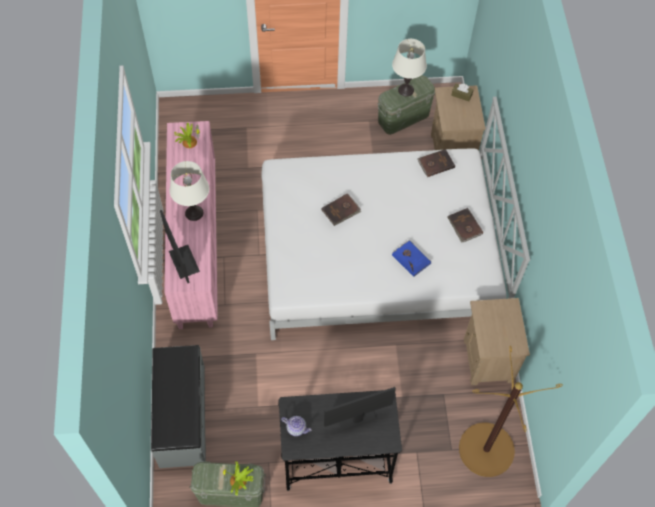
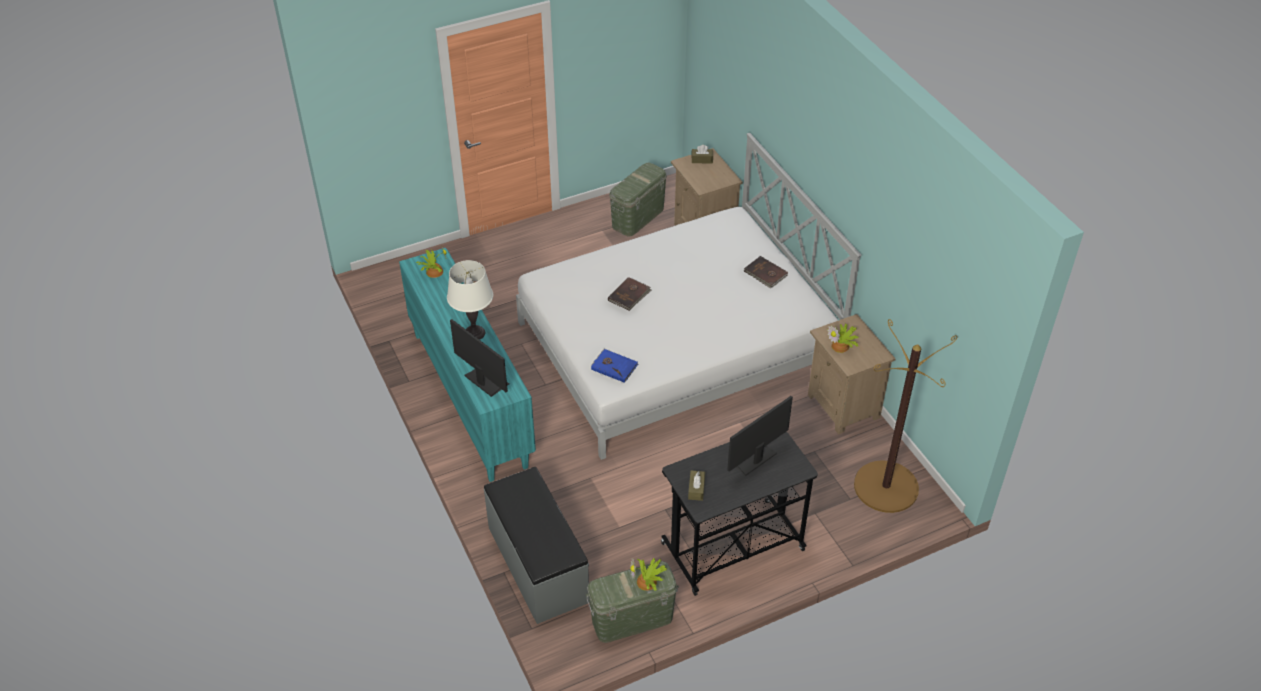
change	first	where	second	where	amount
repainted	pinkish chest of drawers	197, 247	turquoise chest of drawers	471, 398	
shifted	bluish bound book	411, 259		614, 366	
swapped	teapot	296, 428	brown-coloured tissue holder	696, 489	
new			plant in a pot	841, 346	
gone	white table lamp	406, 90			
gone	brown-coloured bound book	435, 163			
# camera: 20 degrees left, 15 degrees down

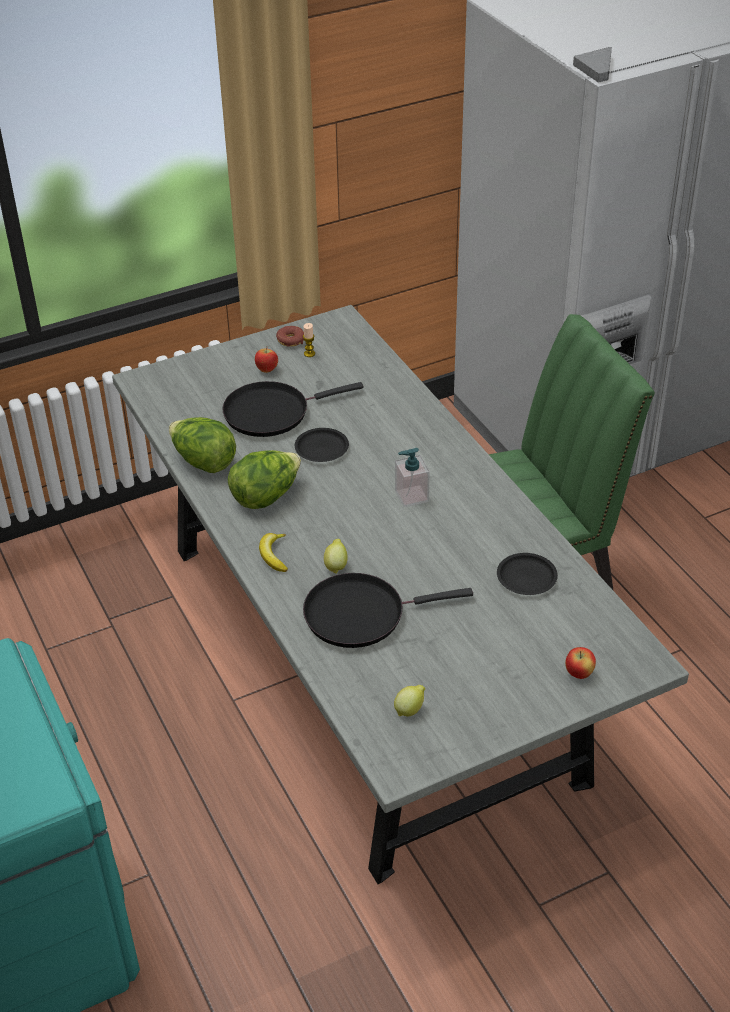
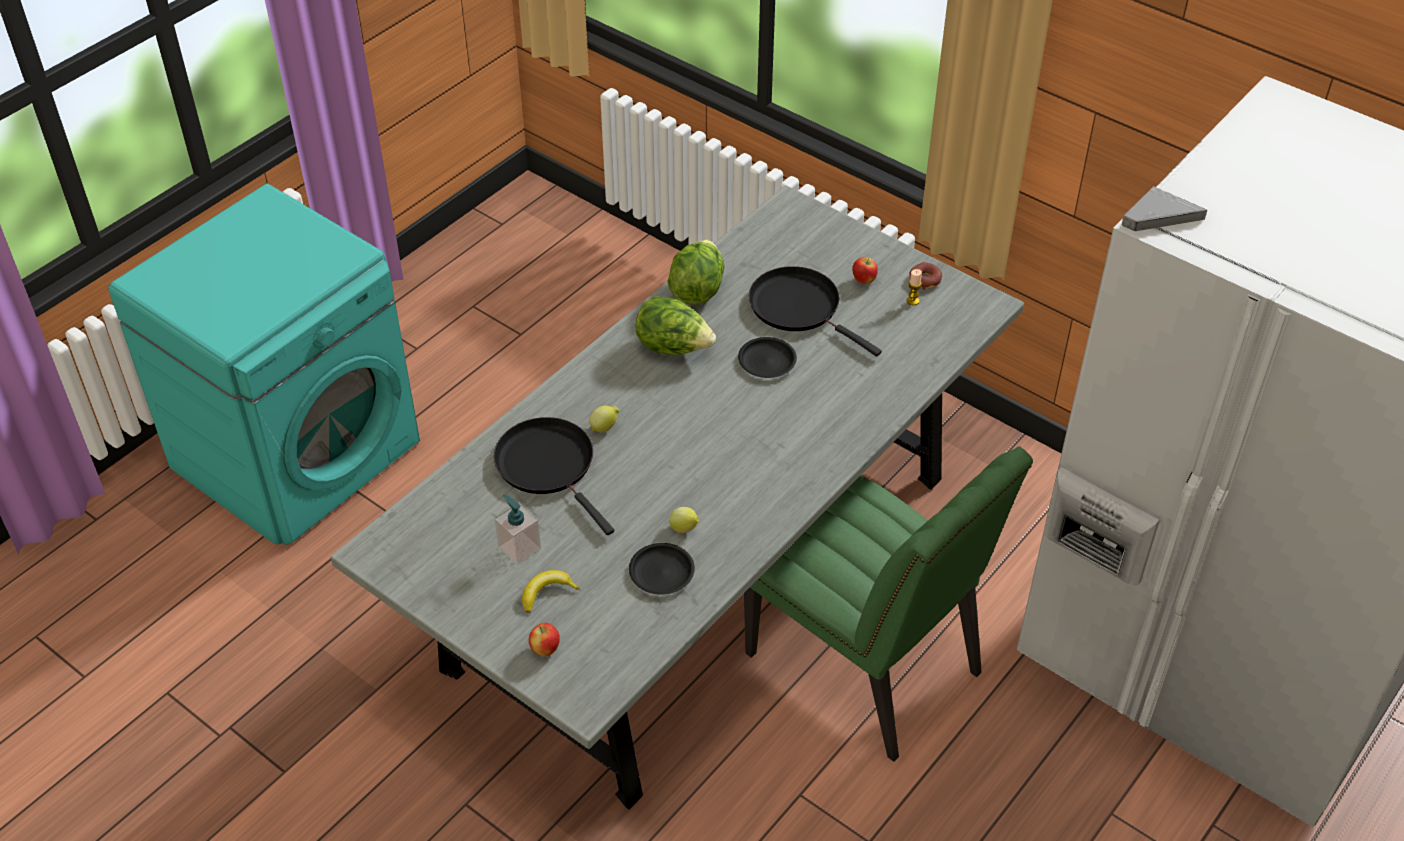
change	first	where	second	where	amount
shifted	liquid soap bottle	411, 496		519, 548	
shifted	banana fruit	274, 555		547, 593	
shifted	citrus fruit	410, 710		685, 529	
# camera: 65 degrees right, 5 degrees up

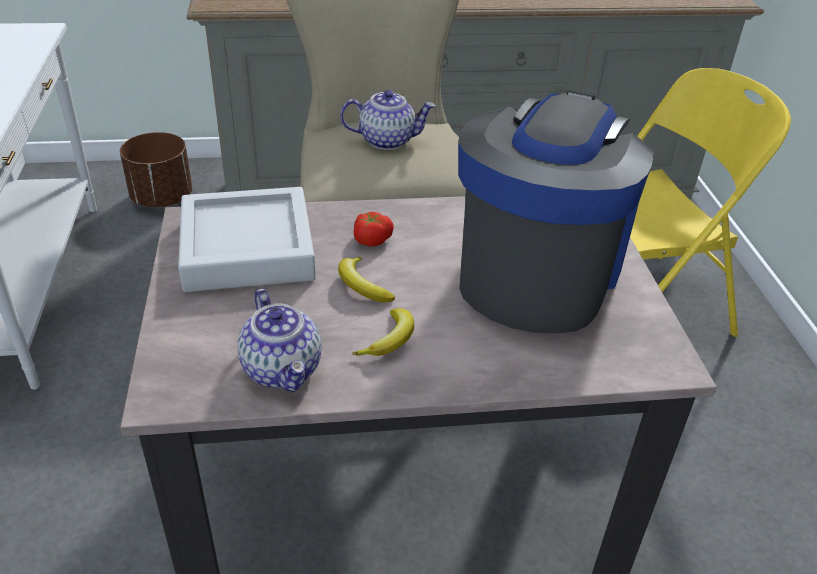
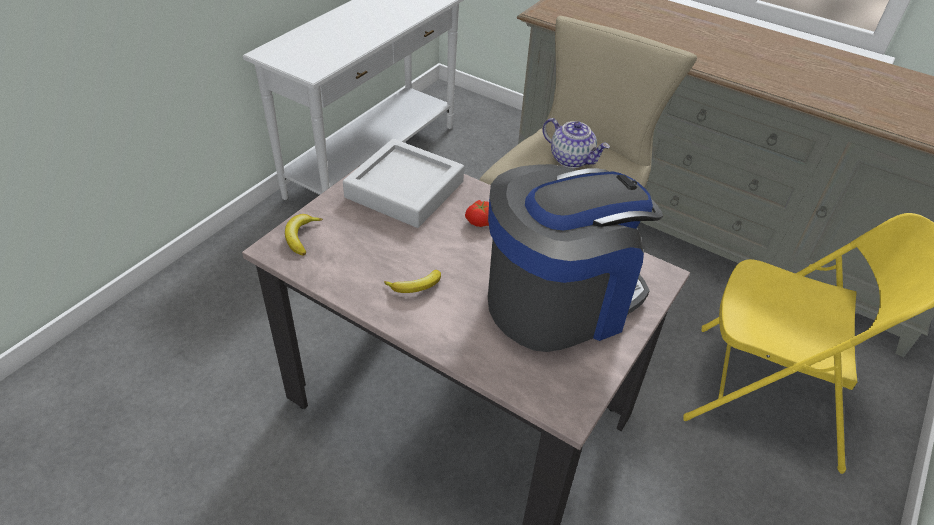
change	first	where	second	where	amount
shifted	banana fruit	362, 286		301, 237	
gone	brown-coloured plant pot	162, 198			
gone	teapot	283, 369			
# camera: 40 degrees right, 5 degrees up

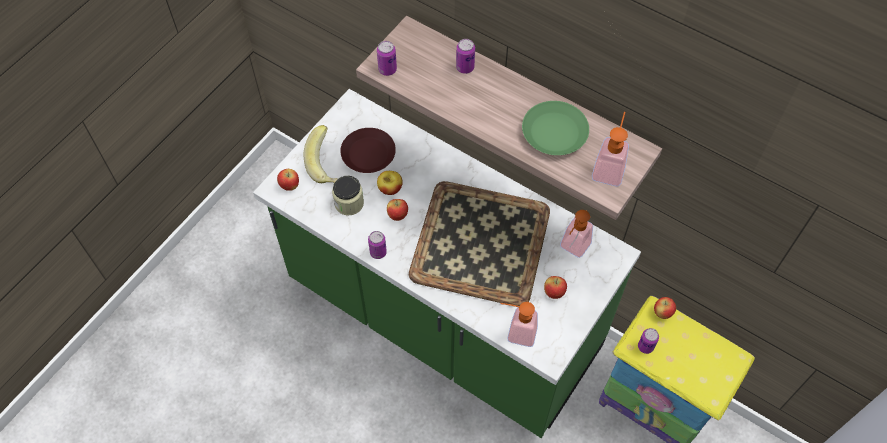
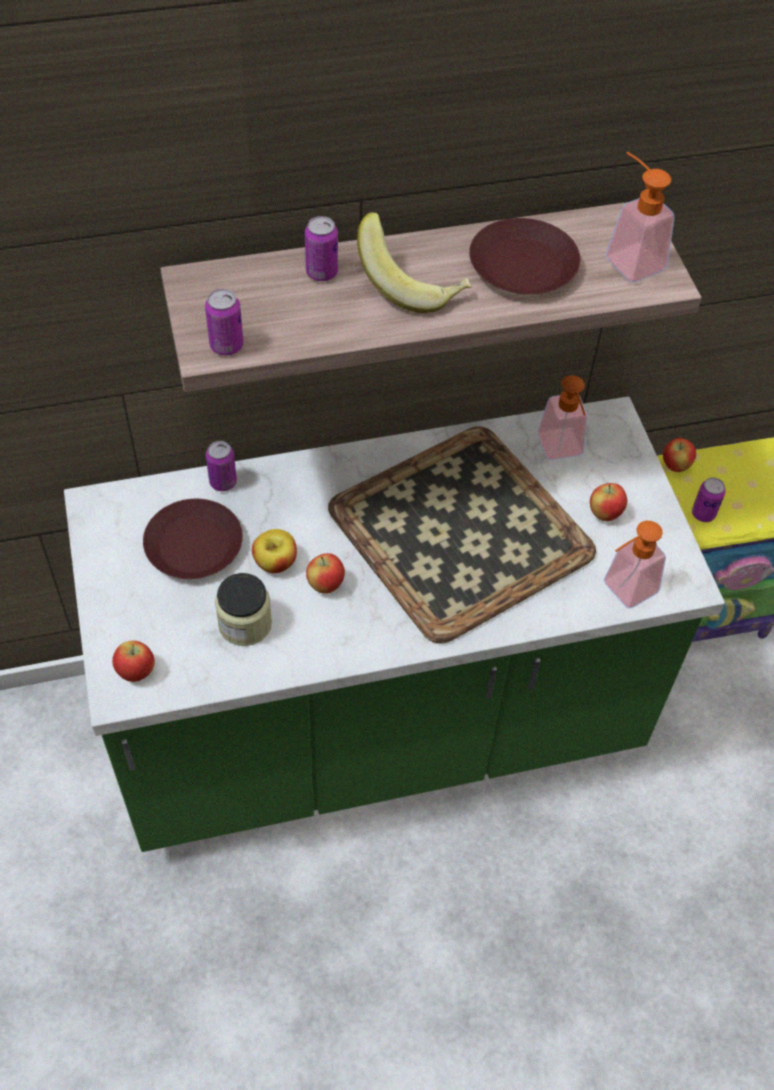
change	first	where	second	where	amount
shifted	can	378, 252		223, 482	
shifted	banana fruit	326, 165		412, 285	
repainted	green-coloured flat dish	554, 133	brown-coloured flat dish	523, 267	
# camera: 50 degrees left, 5 degrees down

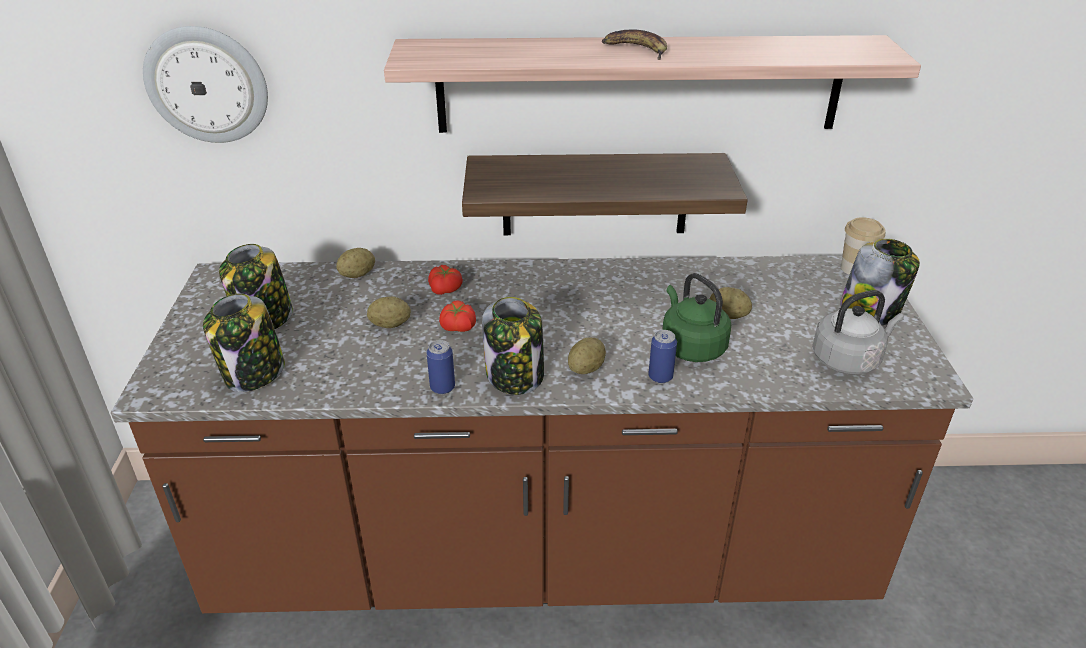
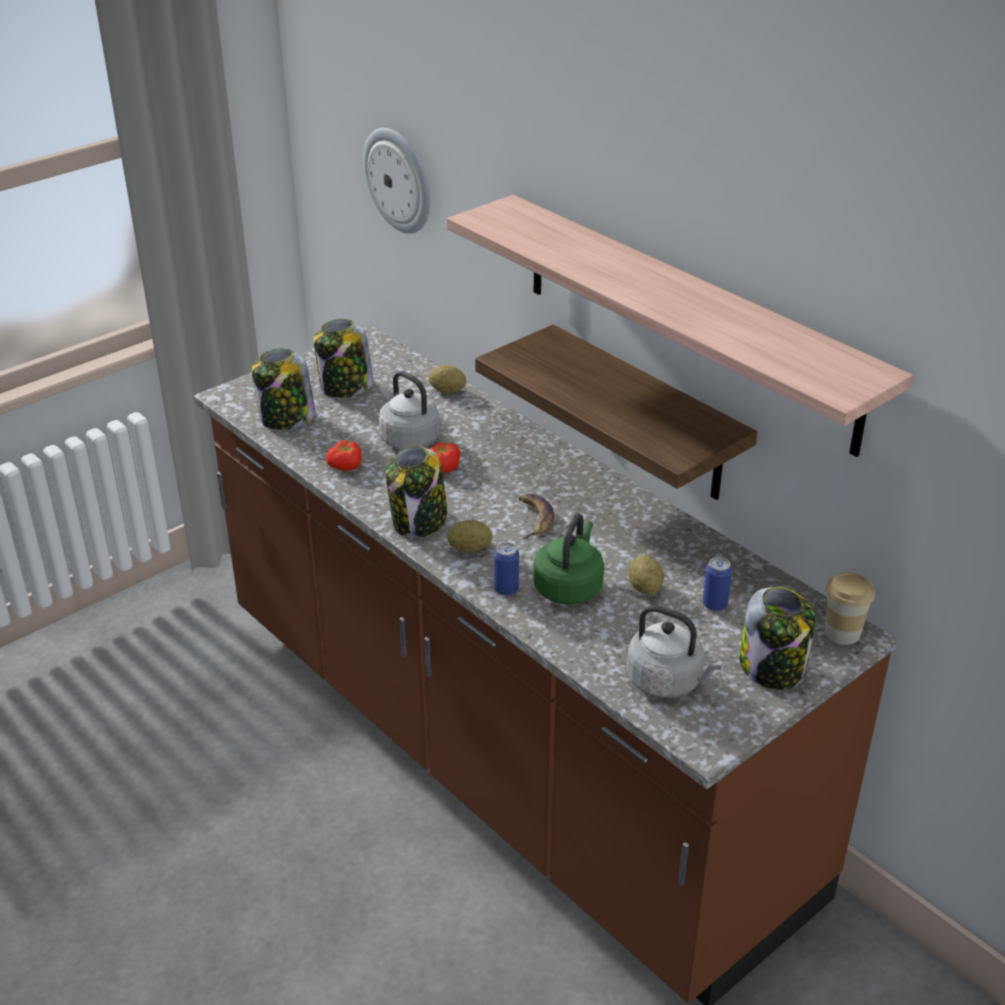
change	first	where	second	where	amount
shifted	fresh tomato	446, 290		346, 466	
swapped	spud	390, 325	gray tea kettle	407, 438	
shifted	banana fruit	635, 49		534, 518	
shifted	can	442, 387		715, 604	
# camera: 50 degrees right, 0 degrees up

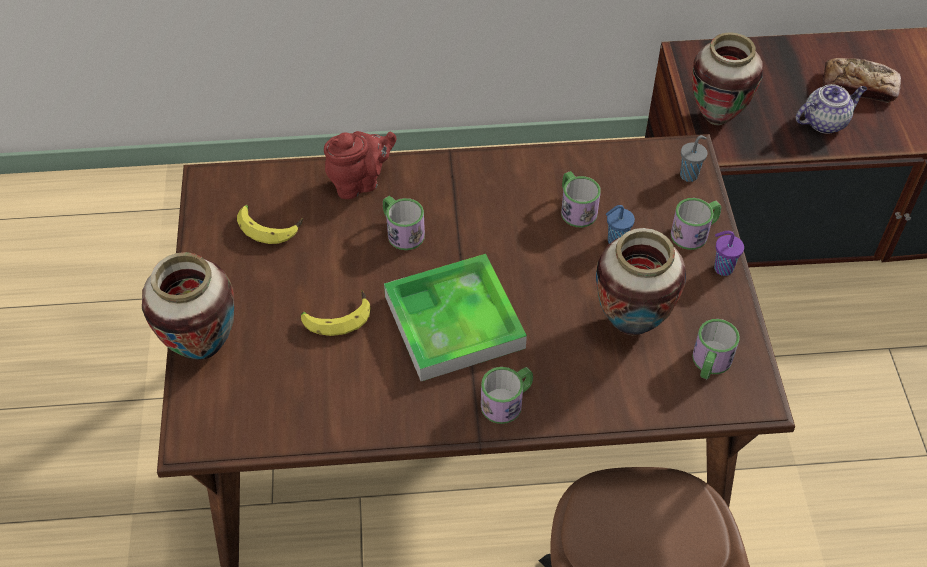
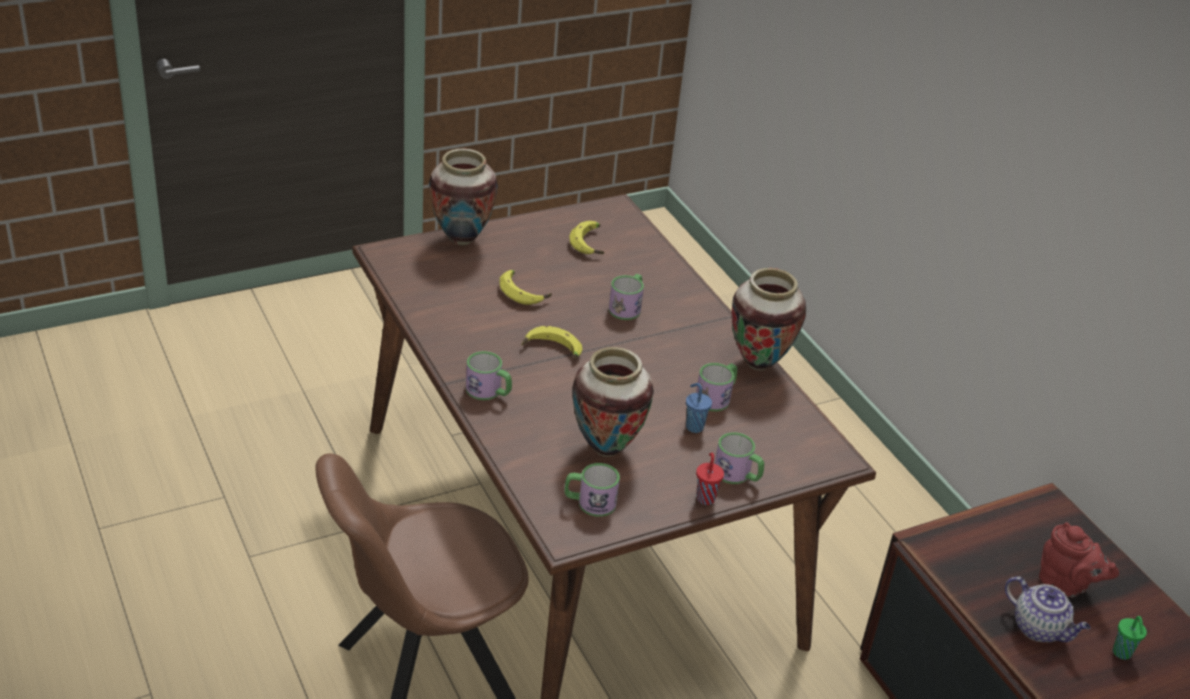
change	first	where	second	where	amount
swapped	tray	454, 322	banana fruit	552, 350	
repainted	purple small cup	722, 268	reddish small cup	705, 497	
shifted	flower vase	716, 118		758, 363	
shifted	reddish teapot	360, 183		1066, 585	
swapped	bread	858, 86	green-coloured small cup	1122, 653	
gone	gray small cup	689, 175			
# camera: 65 degrees right, 15 degrees down

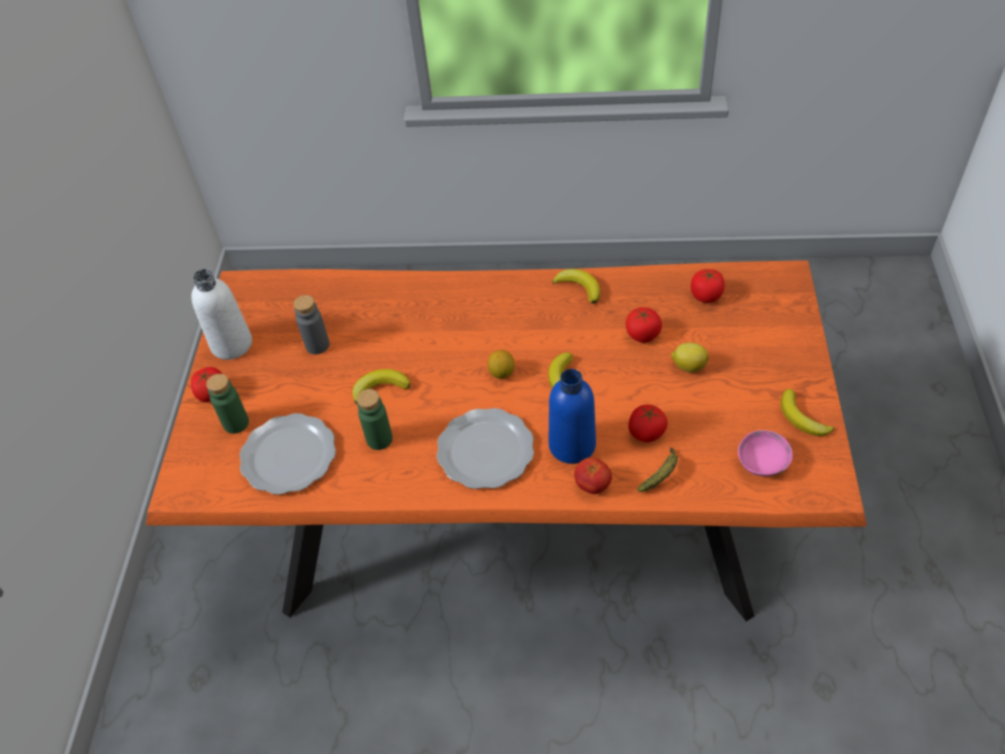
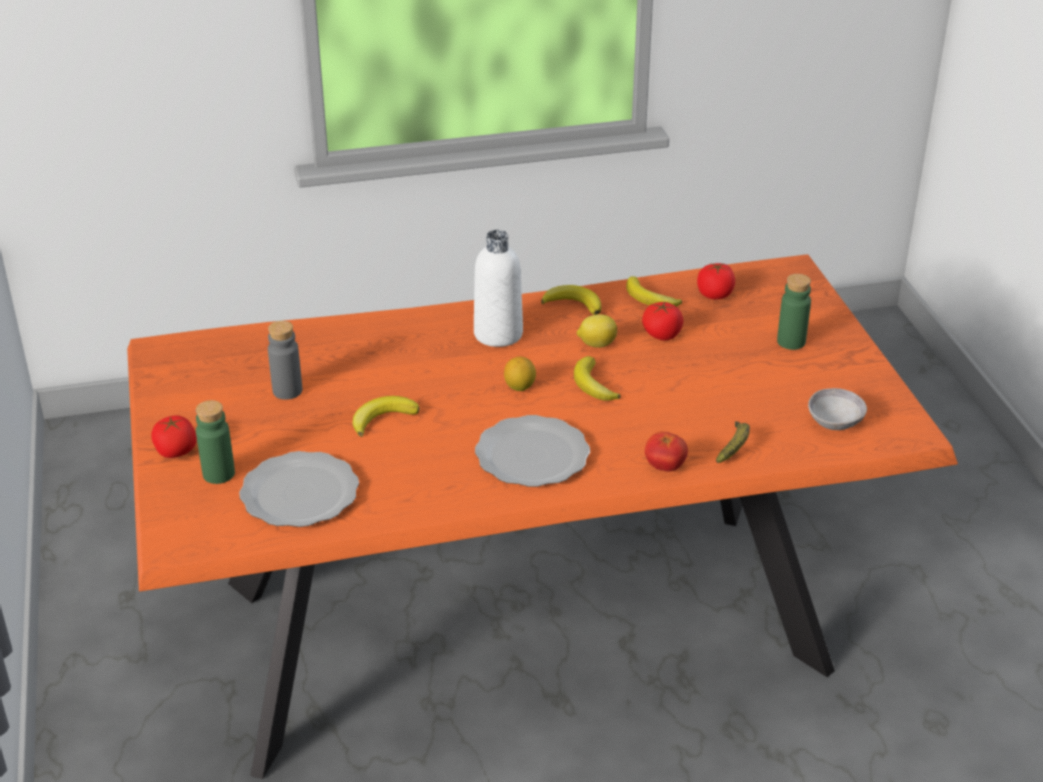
change	first	where	second	where	amount
shifted	white bottle	232, 344		498, 334	
shifted	citrus fruit	688, 366		596, 344	
shifted	banana fruit	802, 418		650, 299	
shifted	green-coloured bottle	379, 439		791, 342	
repainted	pinkish bowl	762, 463	gray bowl	834, 422	
gone	bluish bottle	572, 445			
gone	fresh tomato	646, 432			
# camera: 20 degrees left, 15 degrees down

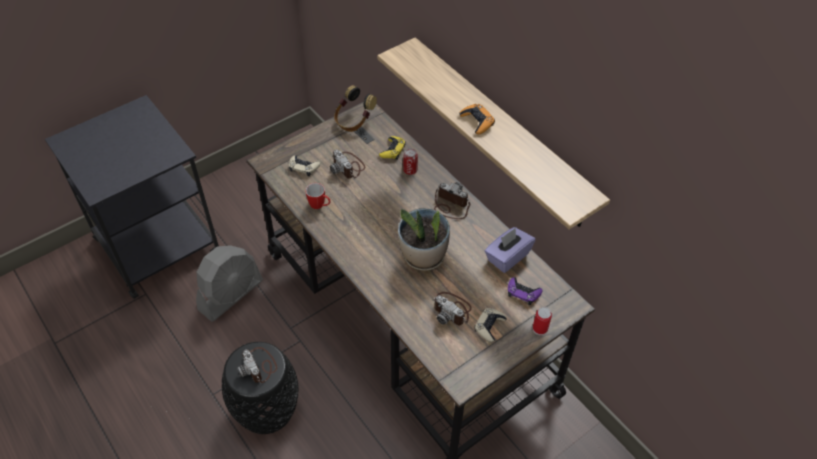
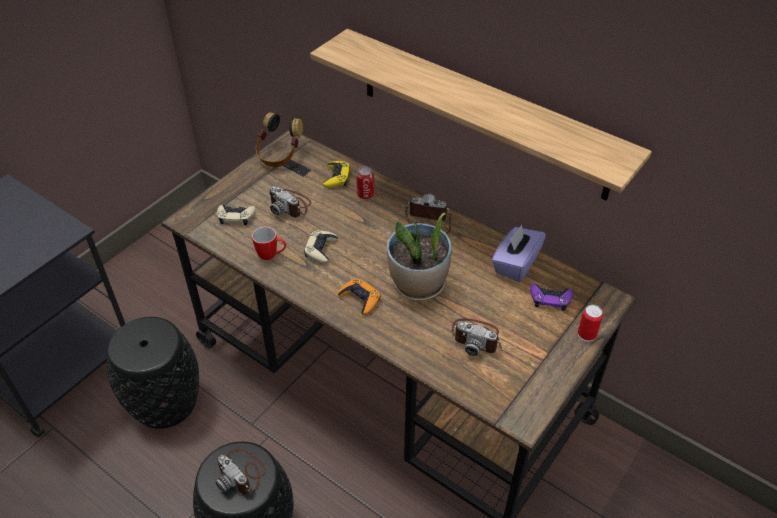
change	first	where	second	where	amount
swapped	gray electric fan	231, 295	black-coloured stool seat	165, 402	
shifted	beige-coloured joypad	489, 326		320, 249	
shifted	orangey joypad	477, 121		360, 299	
# camera: 15 degrees left, 5 degrees down

